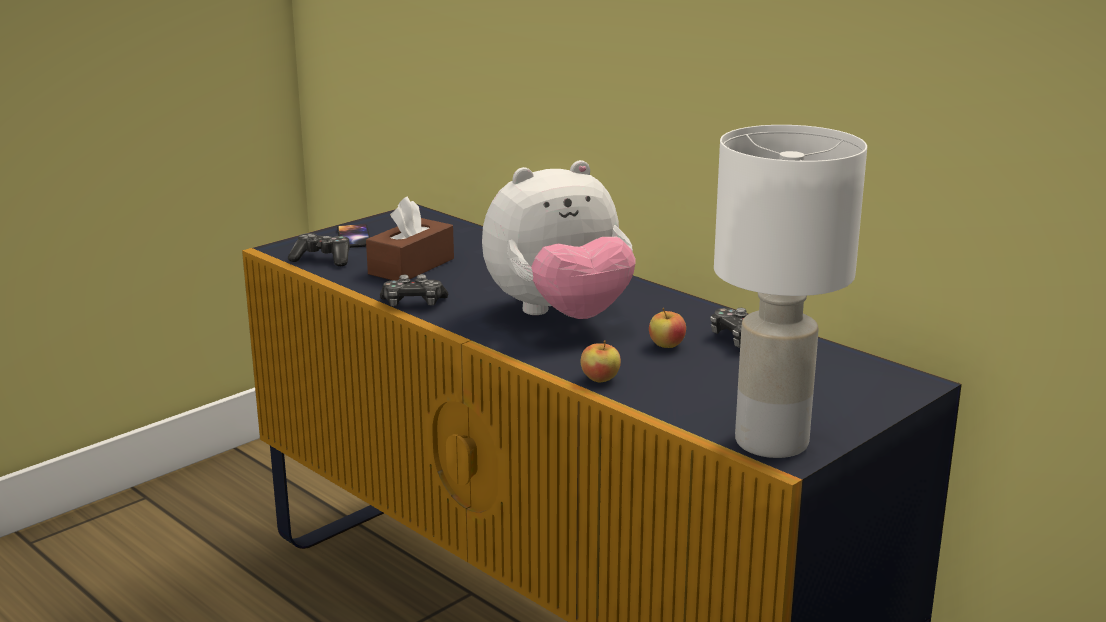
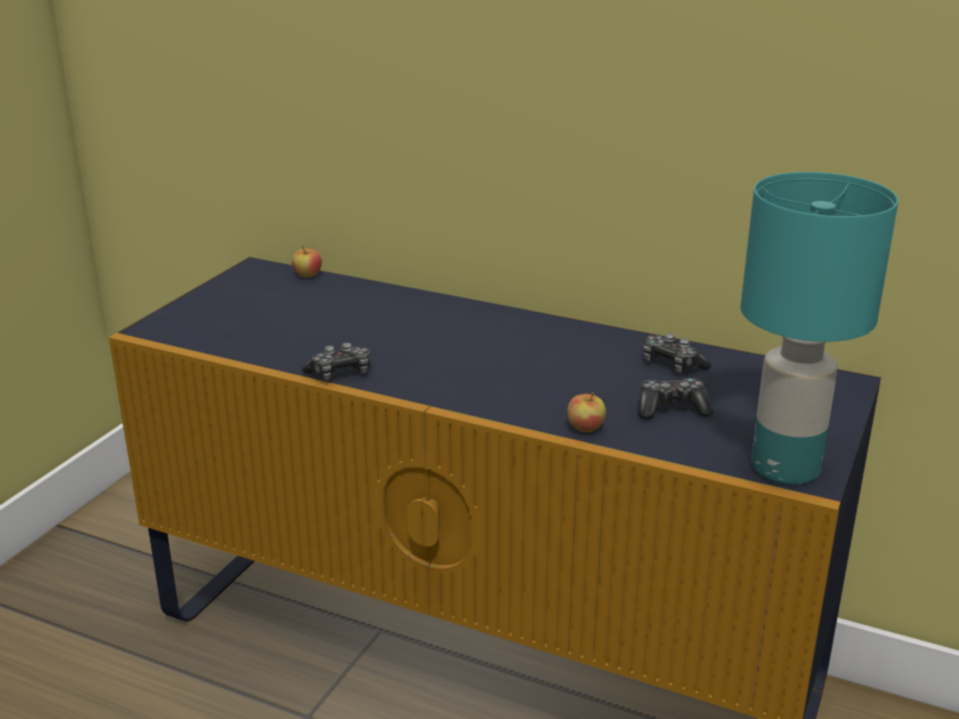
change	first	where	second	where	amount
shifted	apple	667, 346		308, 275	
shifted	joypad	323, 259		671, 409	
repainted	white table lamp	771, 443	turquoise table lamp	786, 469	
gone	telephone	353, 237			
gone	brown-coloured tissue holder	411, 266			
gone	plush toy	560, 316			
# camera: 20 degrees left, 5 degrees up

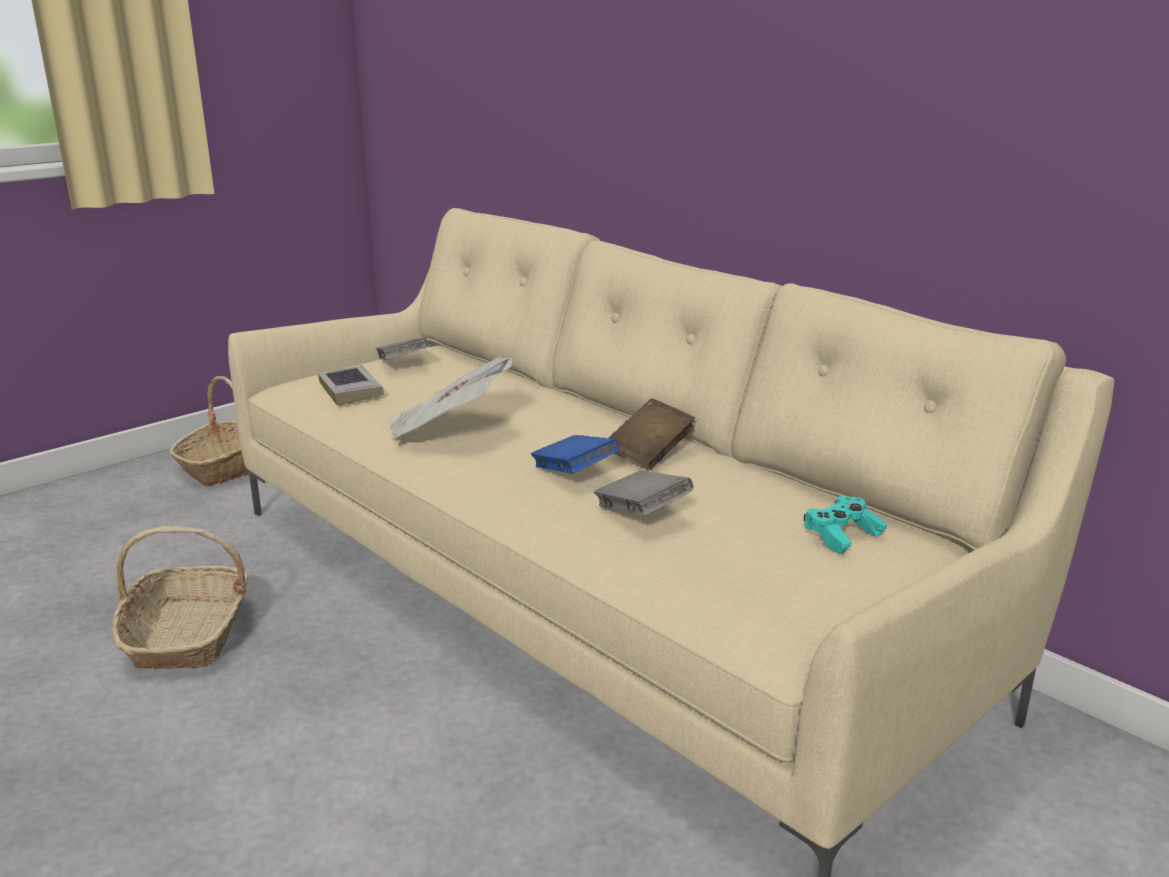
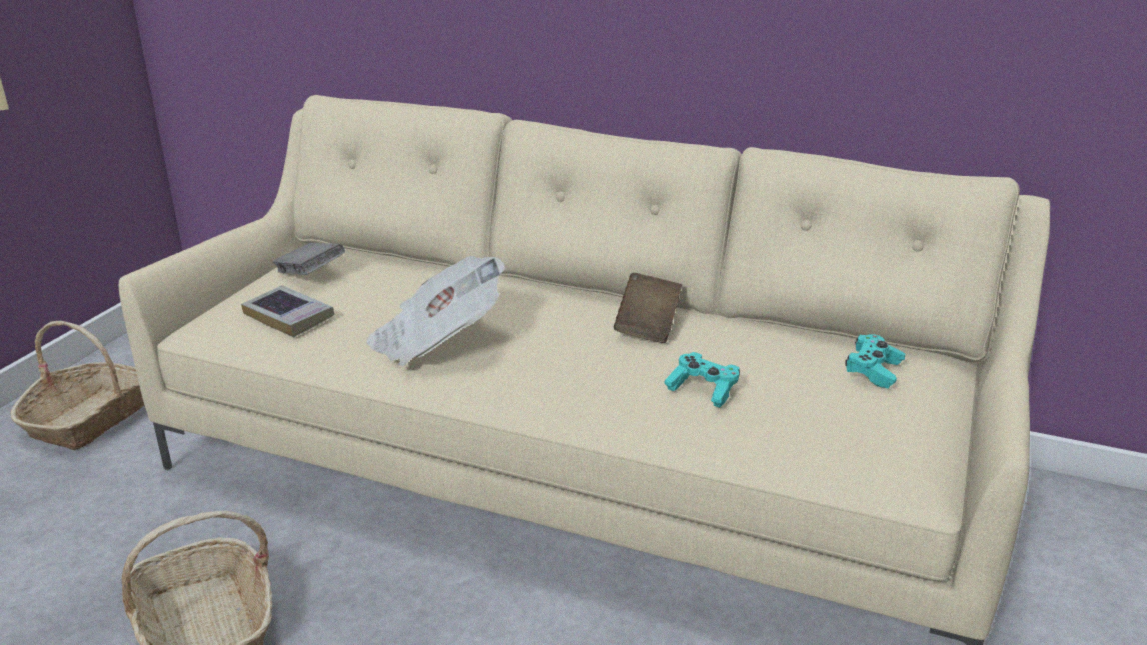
change	first	where	second	where	amount
swapped	gray bound book	641, 514	turquoise joypad	703, 390	
gone	bluish bound book	574, 473			
# camera: 25 degrees left, 5 degrees up

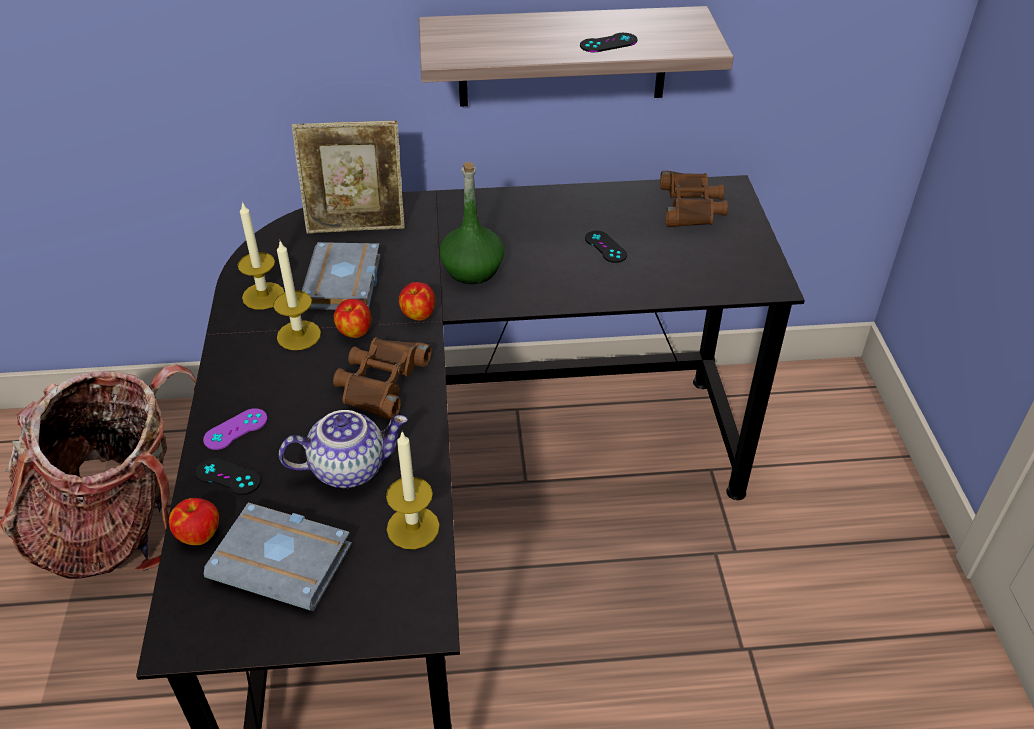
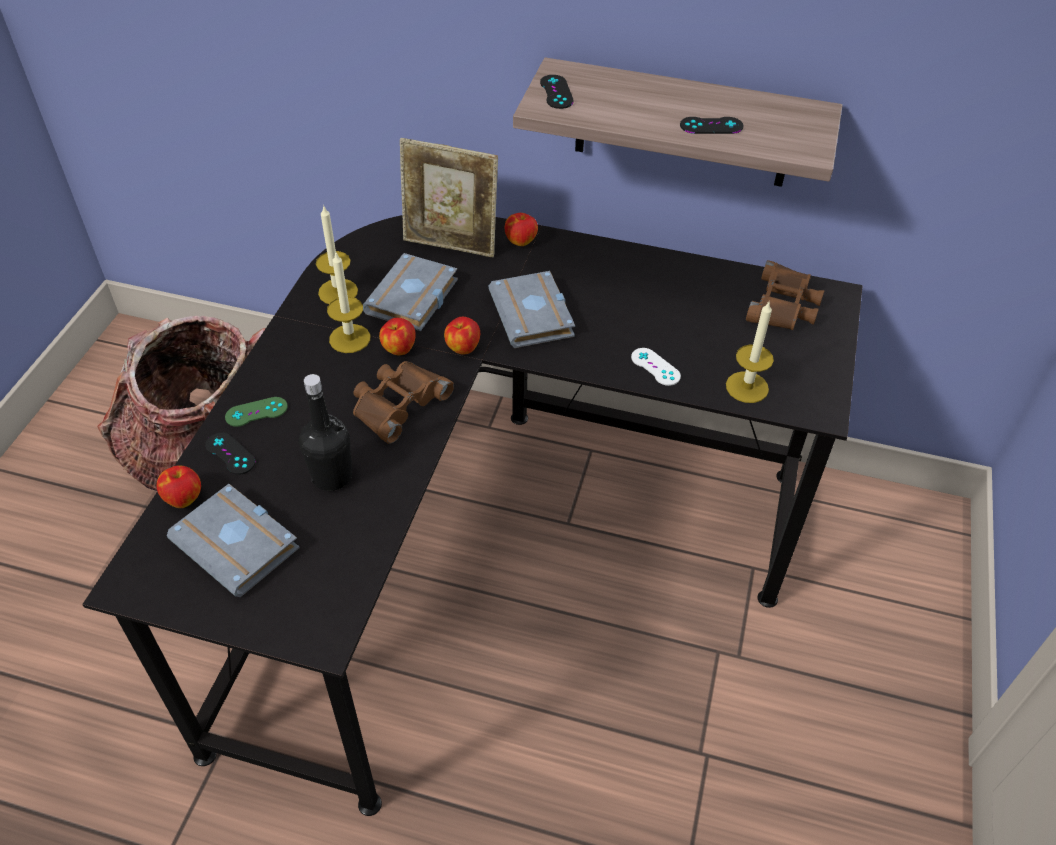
change	first	where	second	where	amount
repainted	purple joypad	235, 429	green-coloured joypad	256, 412	
swapped	teapot	349, 467	black-coloured bottle	332, 476	
swapped	green-coloured bottle	472, 270	gray bound book	535, 316	
new			apple	521, 241	
shifted	black-coloured joypad	605, 247		556, 92	
new			white joypad	655, 367	
shifted	candle	413, 527		747, 387	
# camera: 20 degrees right, 5 degrees up

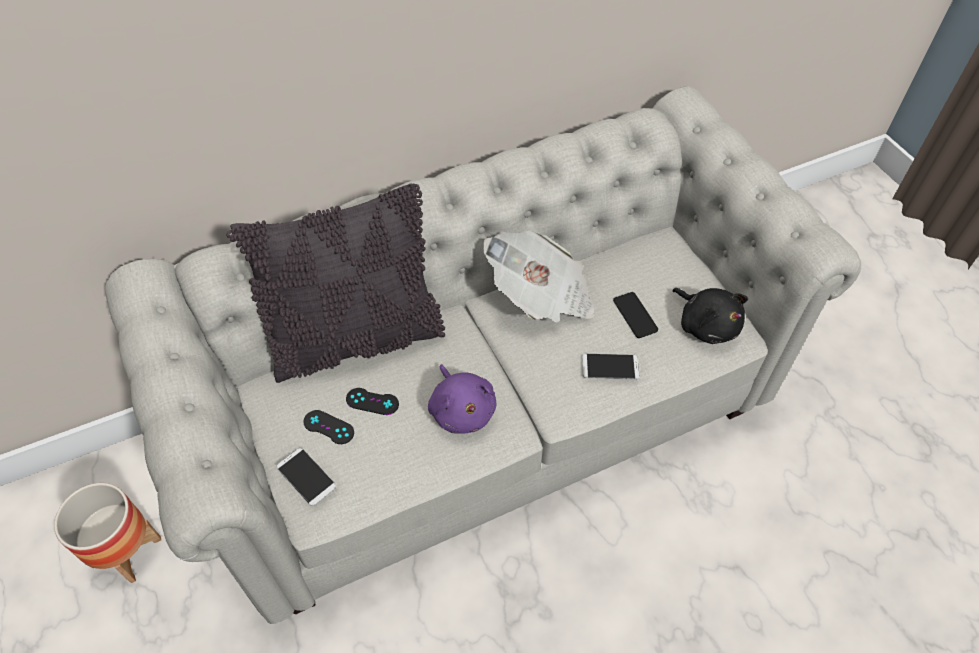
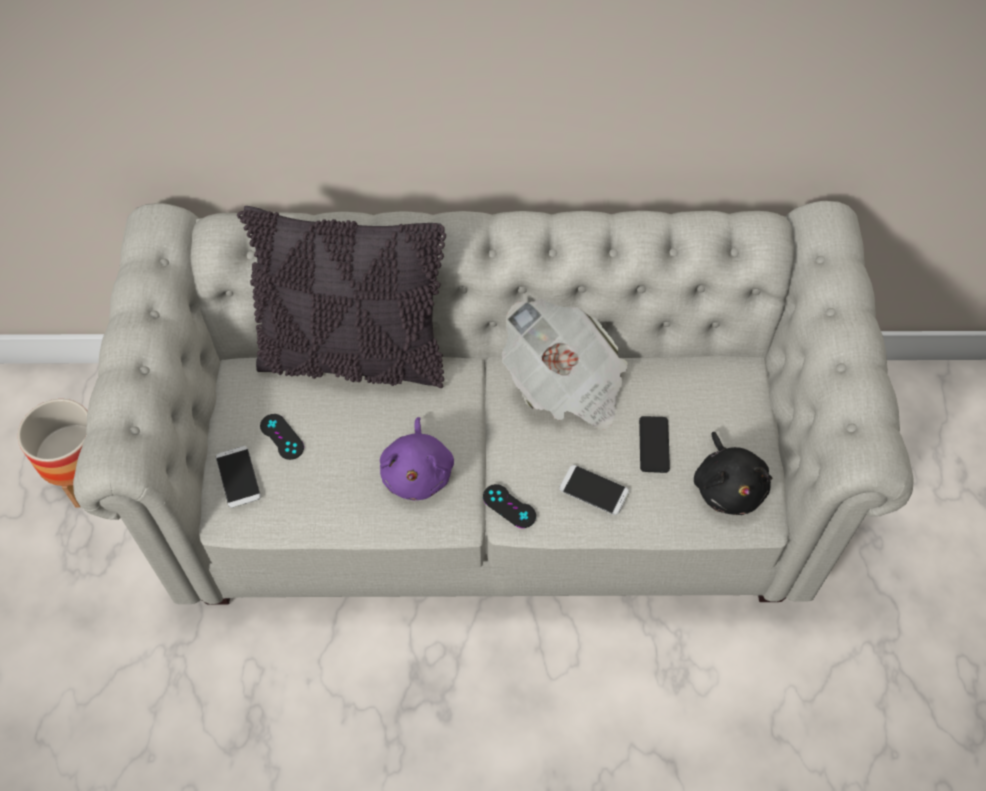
change	first	where	second	where	amount
shifted	black-coloured joypad	372, 401		509, 506	
# camera: 25 degrees right, 5 degrees up

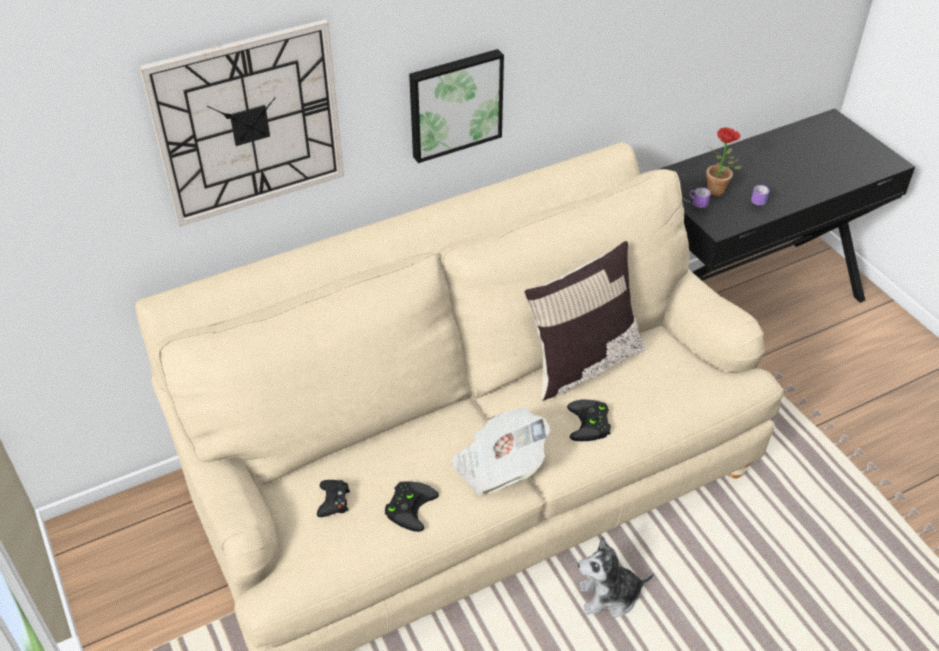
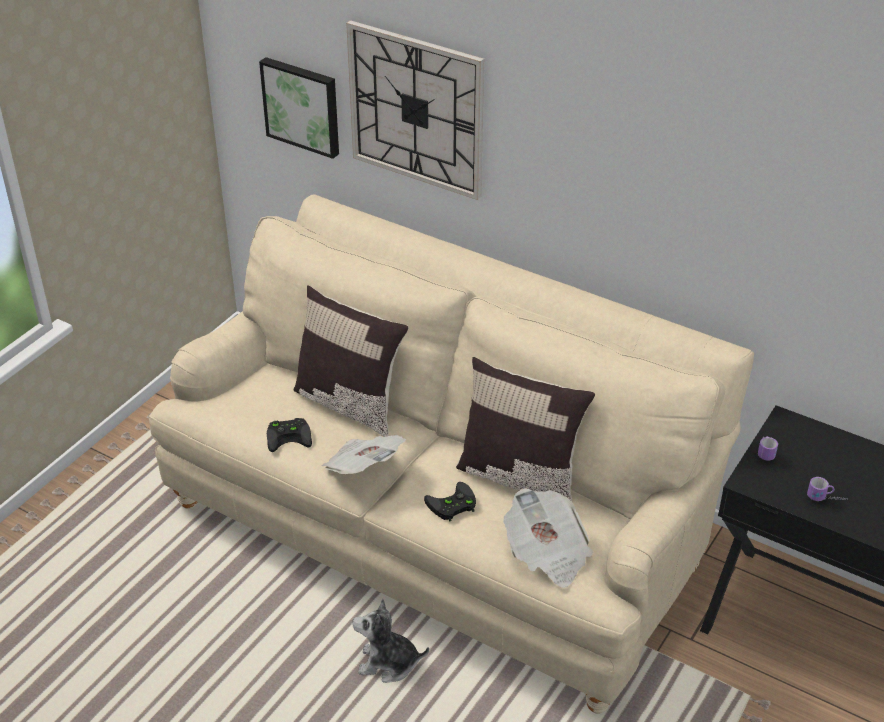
change	first	where	second	where	amount
shifted	wall picture	454, 103		302, 105	
new			cushion	350, 404	
rotated	plush toy	609, 596		388, 663	45 degrees counterclockwise
new			printed paper	547, 554	
gone	black-coloured joypad	334, 501			
gone	plant in a pot	719, 192			
# camera: 60 degrees right, 5 degrees down

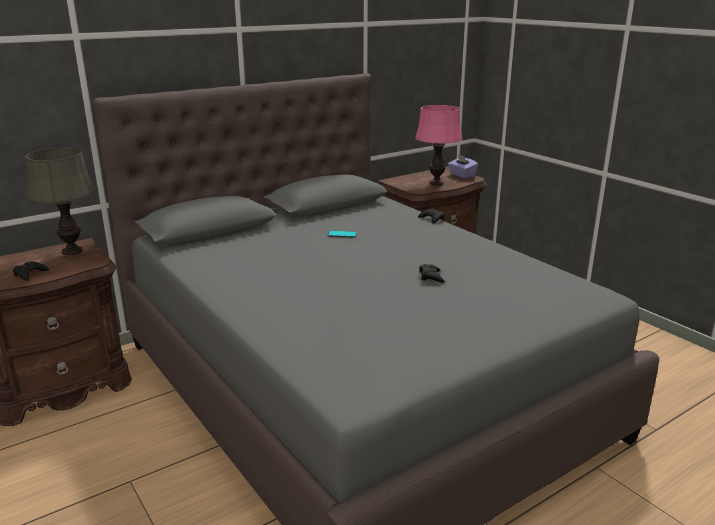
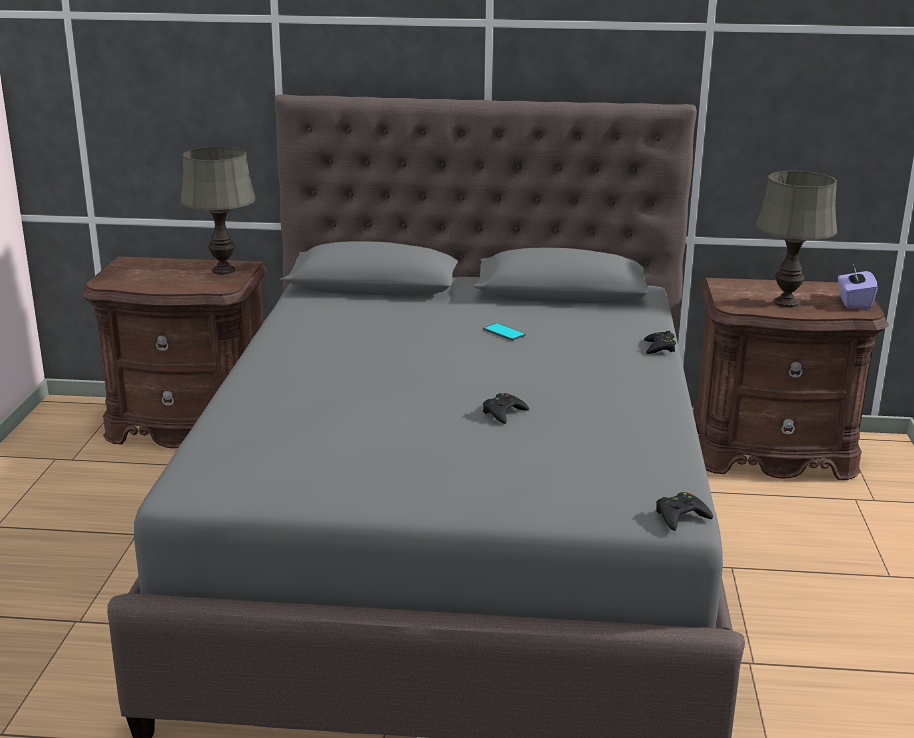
change	first	where	second	where	amount
shifted	black-coloured joypad	30, 274		681, 516	
repainted	pinkish table lamp	436, 183	gray table lamp	786, 303	
# camera: 40 degrees right, 0 degrees up

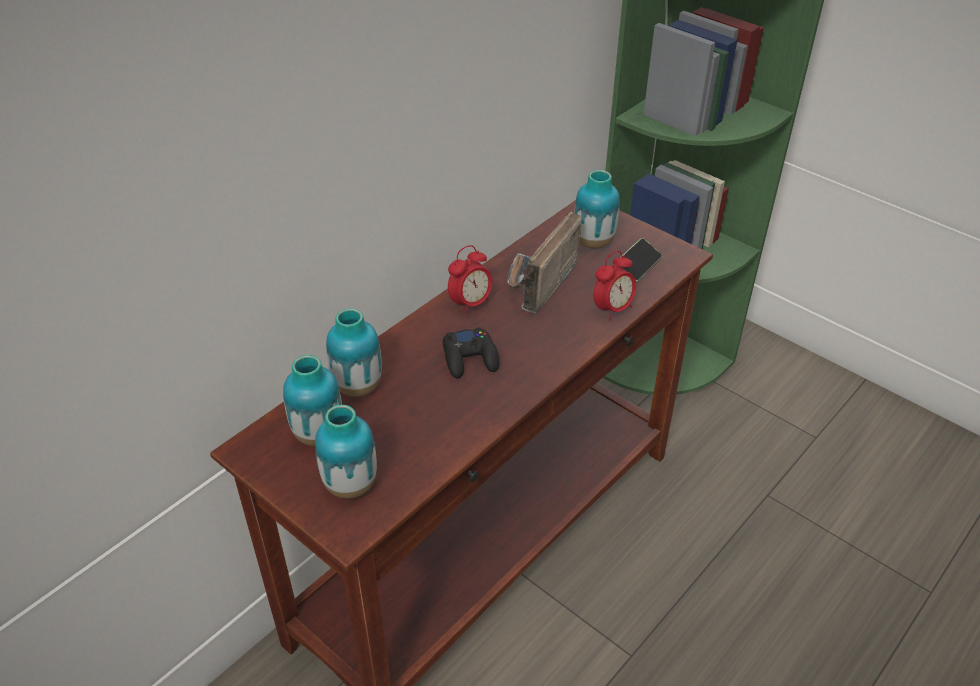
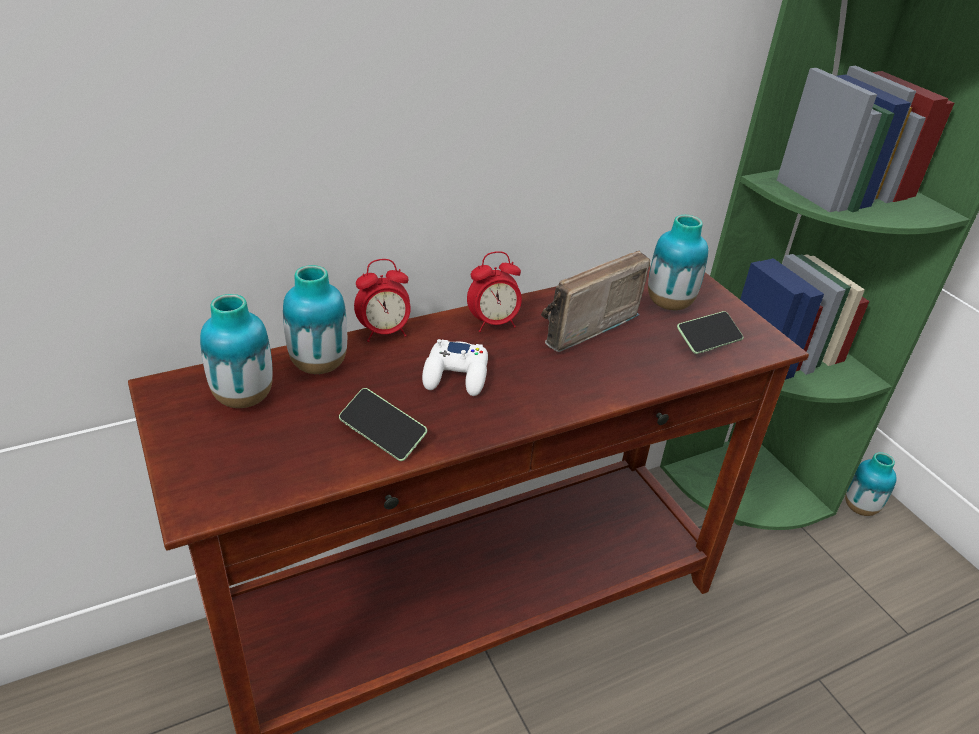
change	first	where	second	where	amount
new			telephone	382, 433	
shifted	table clock	612, 309		384, 333	
repainted	black-coloured joypad	470, 358	white joypad	456, 375	
shifted	flower vase	350, 485		860, 508	
# camera: 20 degrees right, 5 degrees down

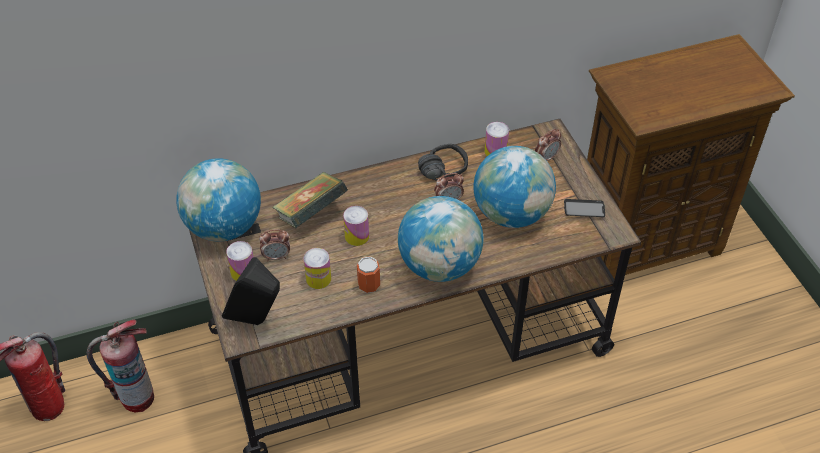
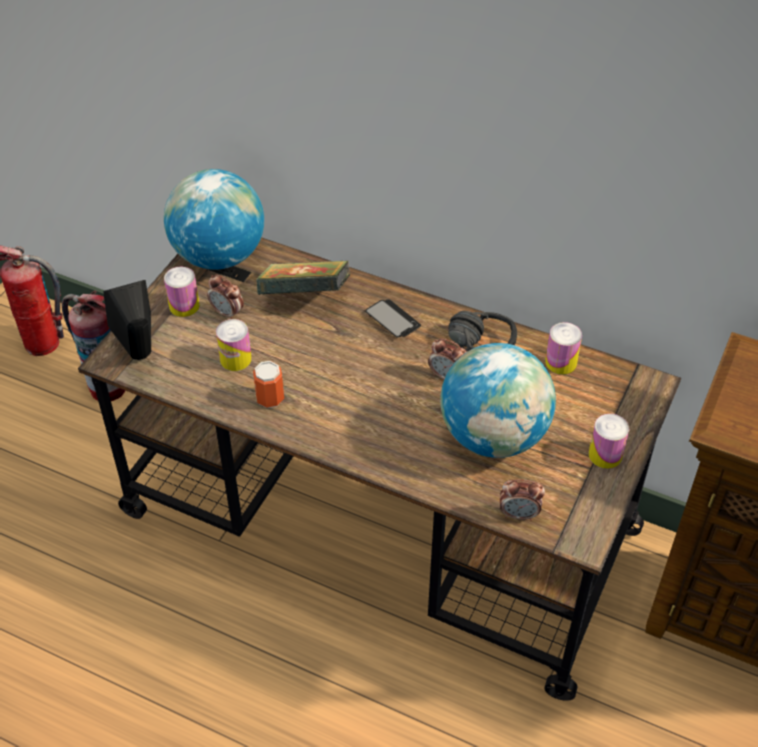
change	first	where	second	where	amount
shifted	telephone	584, 209		392, 319	
shifted	table clock	546, 158		519, 514	
shifted	can	357, 236		605, 455	
gone	world globe	439, 266			
# camera: 45 degrees right, 0 degrees up

